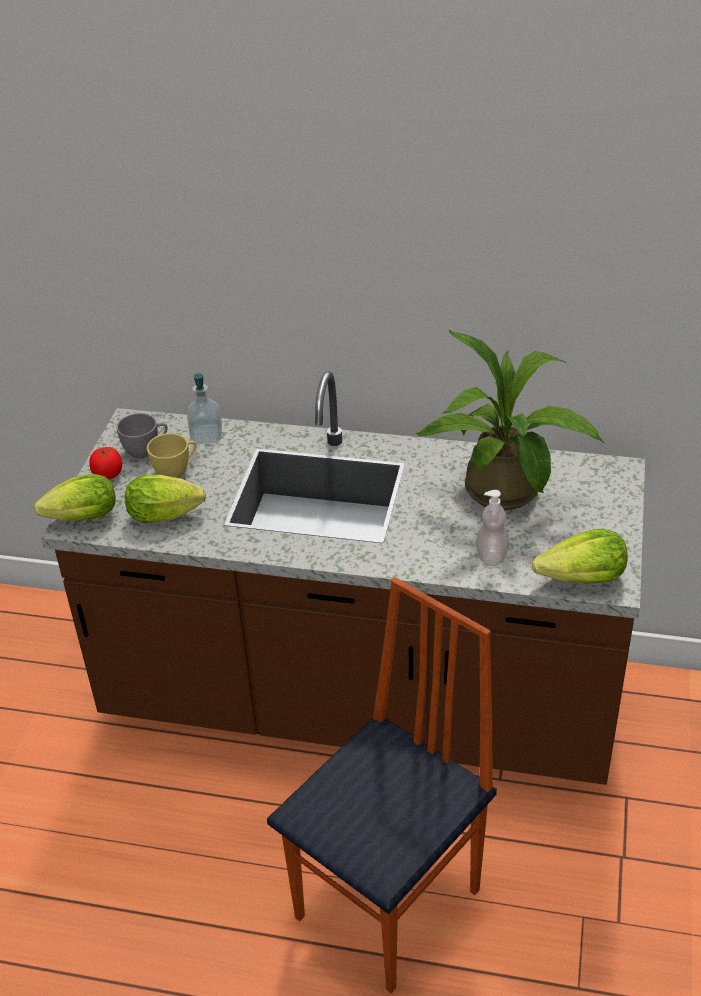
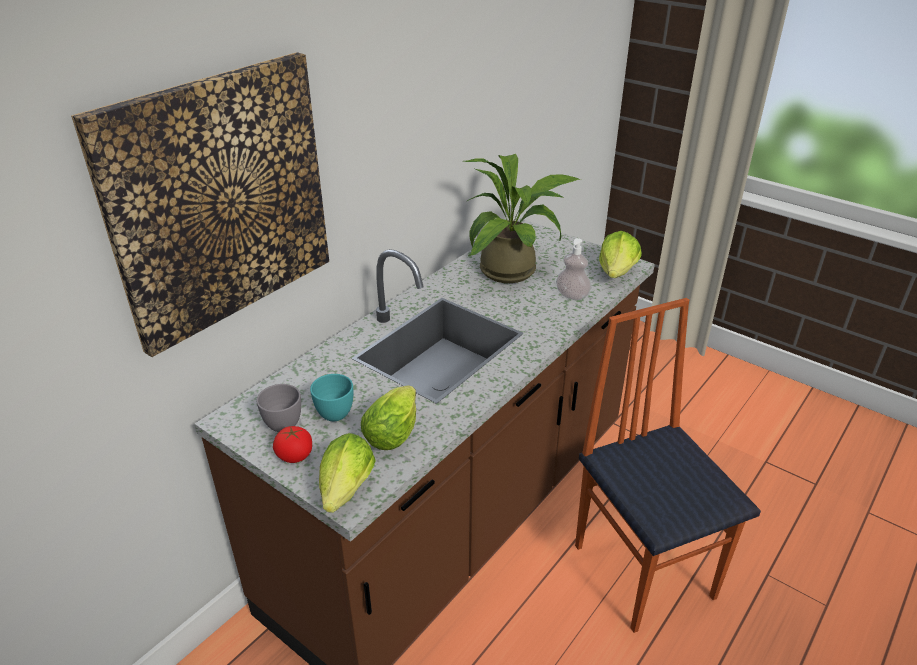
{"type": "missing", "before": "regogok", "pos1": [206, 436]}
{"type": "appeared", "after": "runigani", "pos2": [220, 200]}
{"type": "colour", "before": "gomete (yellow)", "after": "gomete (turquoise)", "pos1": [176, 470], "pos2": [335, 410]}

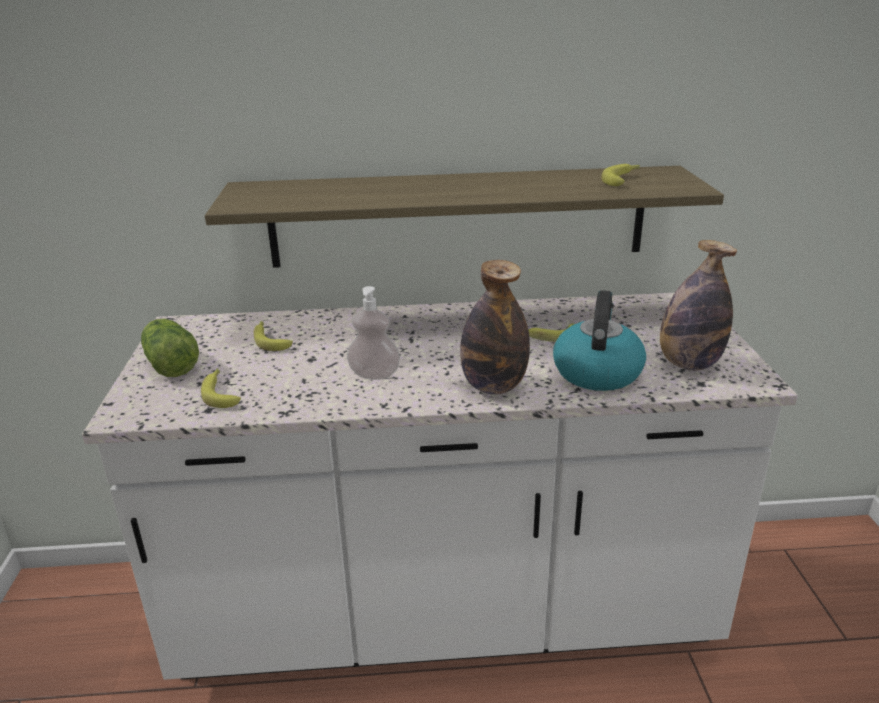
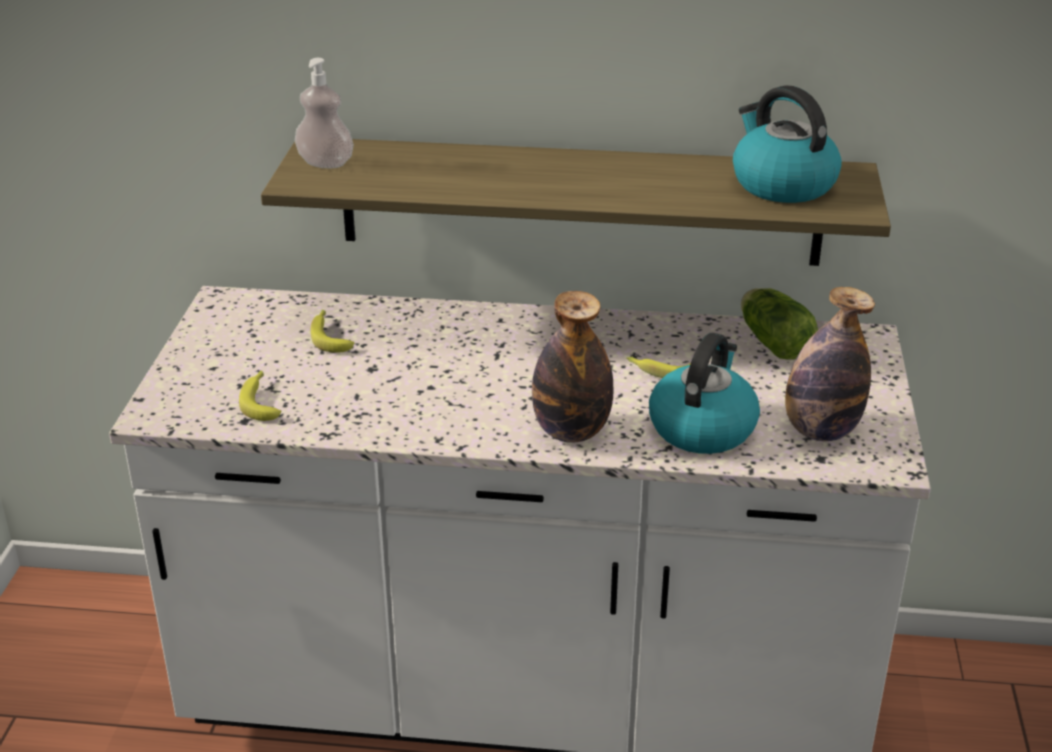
{"type": "relocated", "before": "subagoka", "pos1": [170, 363], "pos2": [772, 341]}
{"type": "relocated", "before": "regogok", "pos1": [374, 374], "pos2": [325, 163]}
{"type": "exchanged", "before": "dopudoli", "after": "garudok", "pos1": [623, 179], "pos2": [781, 184]}

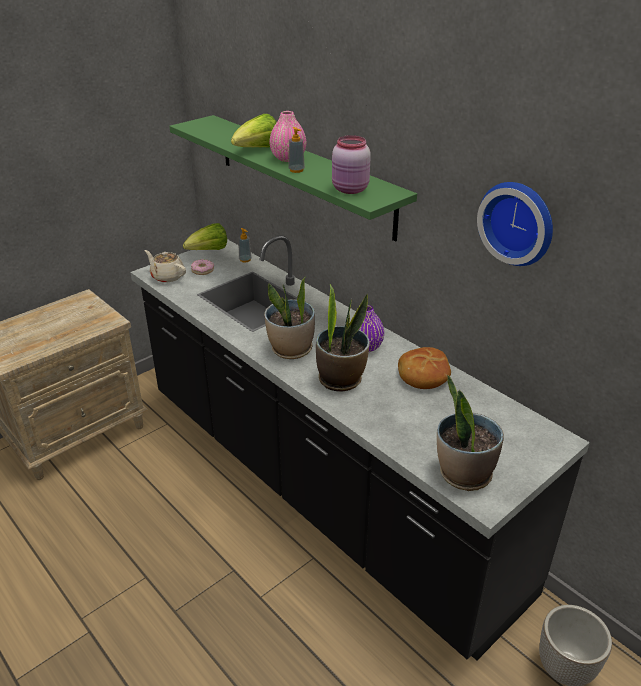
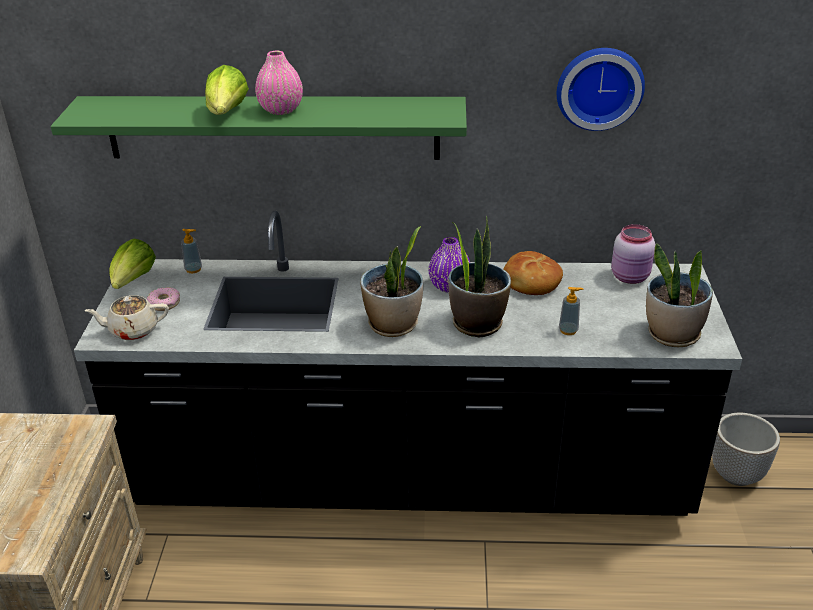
{"type": "relocated", "before": "regogok", "pos1": [296, 170], "pos2": [568, 330]}
{"type": "relocated", "before": "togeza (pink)", "pos1": [350, 190], "pos2": [631, 277]}

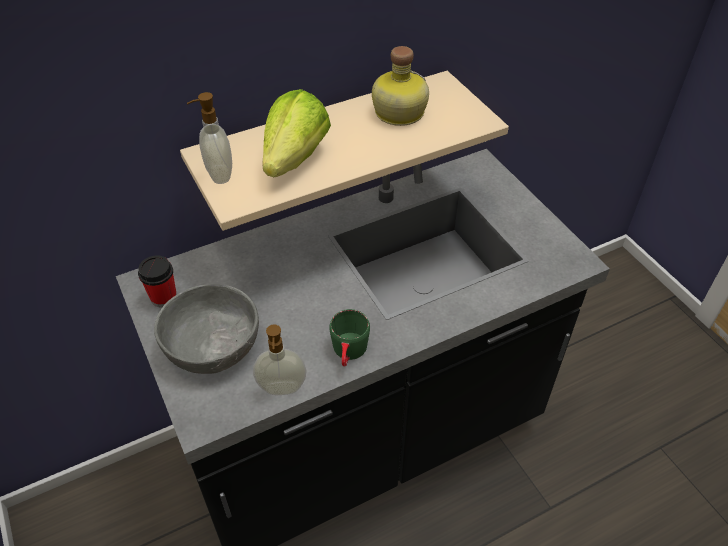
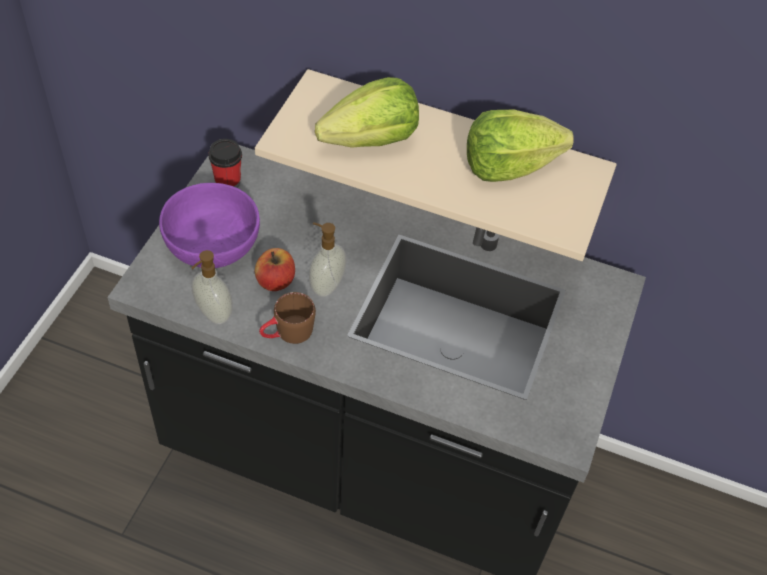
{"type": "appeared", "after": "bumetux", "pos2": [276, 281]}
{"type": "relocated", "before": "regogok", "pos1": [218, 175], "pos2": [326, 285]}
{"type": "exchanged", "before": "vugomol", "after": "subagoka", "pos1": [397, 112], "pos2": [508, 166]}
{"type": "colour", "before": "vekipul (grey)", "after": "vekipul (purple)", "pos1": [212, 345], "pos2": [212, 243]}
{"type": "colour", "before": "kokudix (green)", "after": "kokudix (brown)", "pos1": [349, 353], "pos2": [287, 334]}

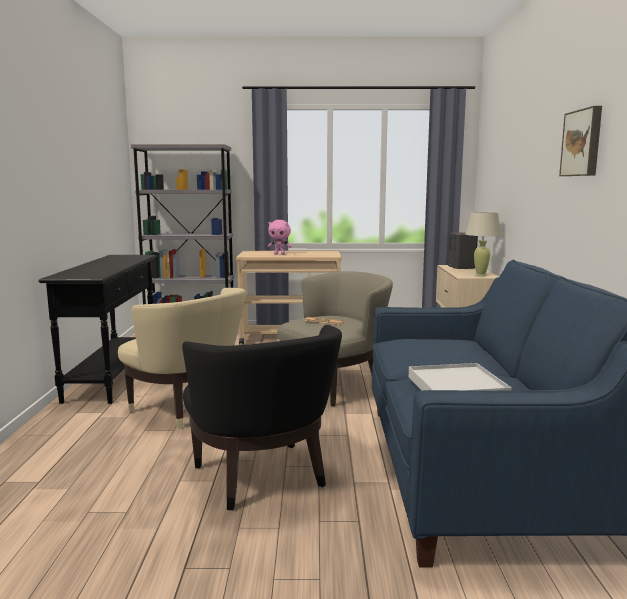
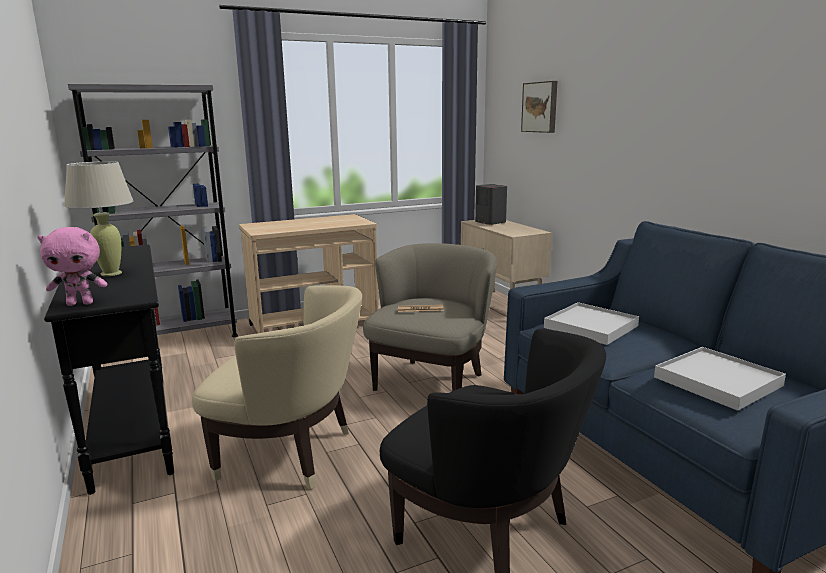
{"type": "appeared", "after": "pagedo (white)", "pos2": [591, 327]}
{"type": "relocated", "before": "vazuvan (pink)", "pos1": [280, 254], "pos2": [81, 303]}
{"type": "relocated", "before": "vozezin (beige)", "pos1": [480, 275], "pos2": [111, 273]}
{"type": "relocated", "before": "runigani", "pos1": [583, 143], "pos2": [540, 107]}

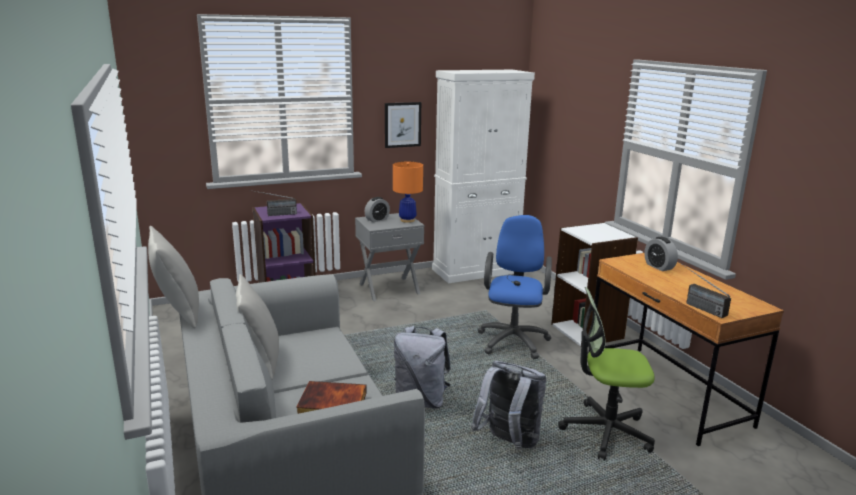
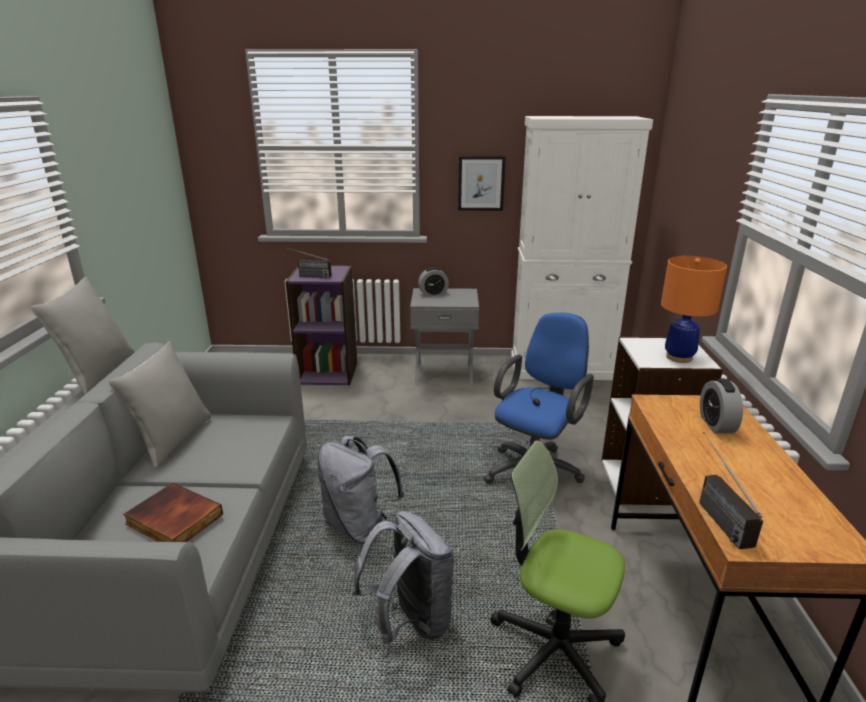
{"type": "relocated", "before": "vozezin (orange)", "pos1": [407, 220], "pos2": [679, 357]}

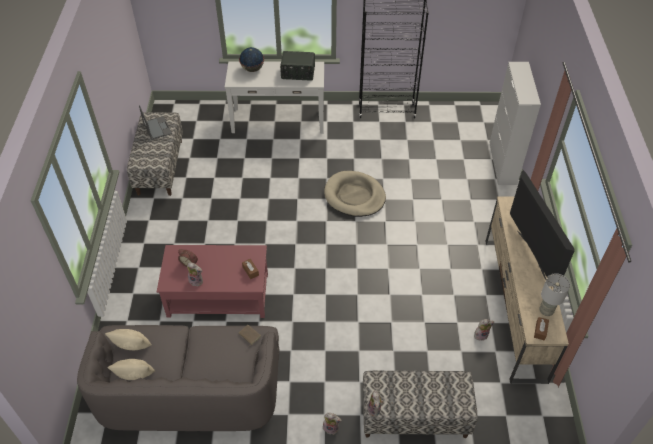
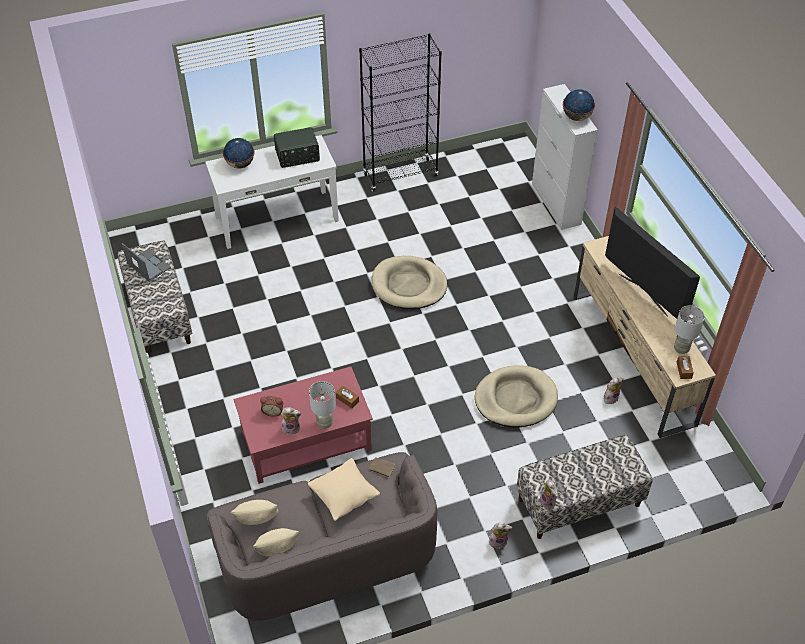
{"type": "appeared", "after": "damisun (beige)", "pos2": [344, 496]}
{"type": "appeared", "after": "vozezin (grey)", "pos2": [325, 423]}
{"type": "appeared", "after": "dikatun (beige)", "pos2": [515, 399]}
{"type": "appeared", "after": "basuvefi", "pos2": [577, 117]}

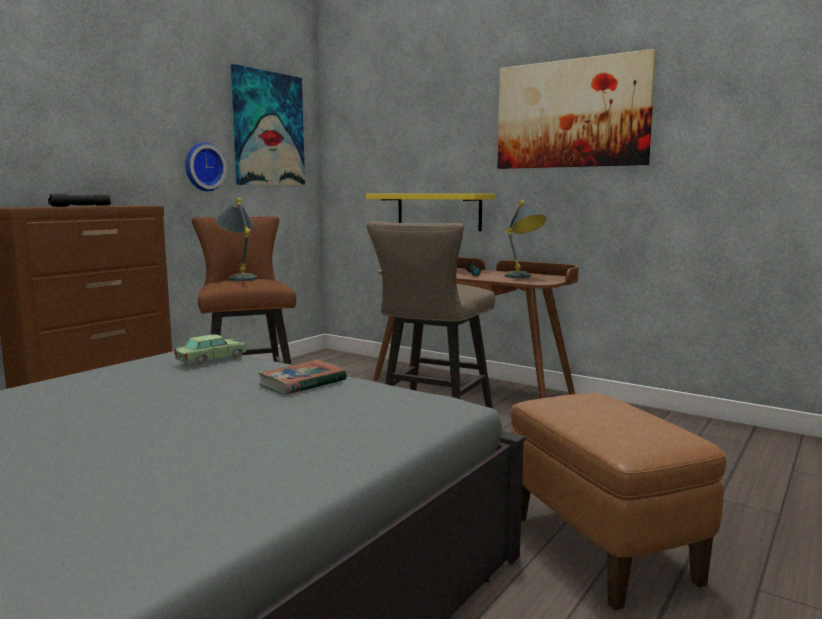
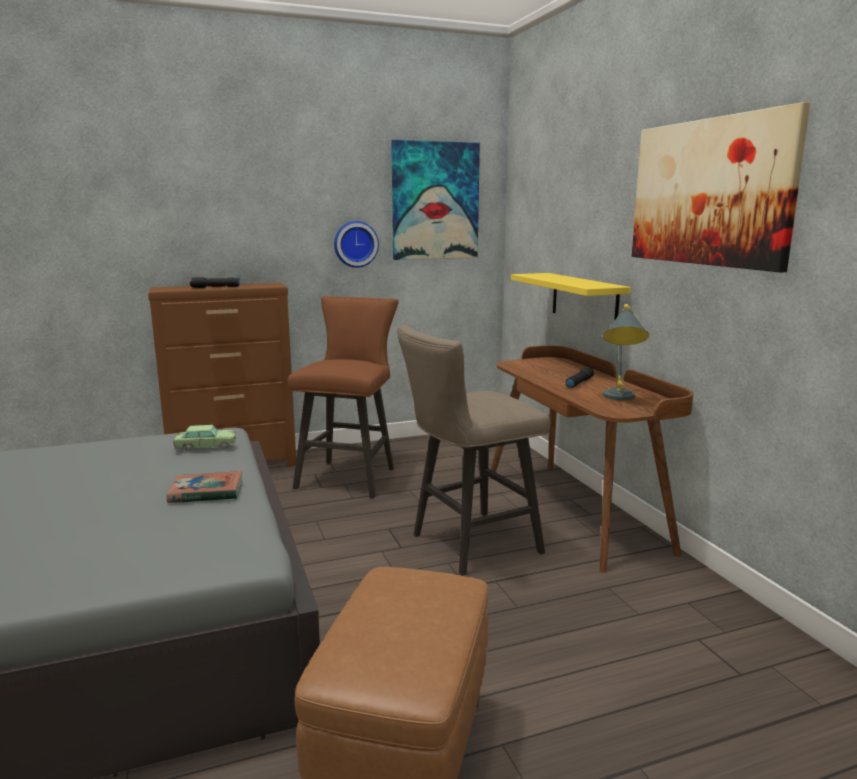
{"type": "missing", "before": "vozezin (grey)", "pos1": [240, 278]}

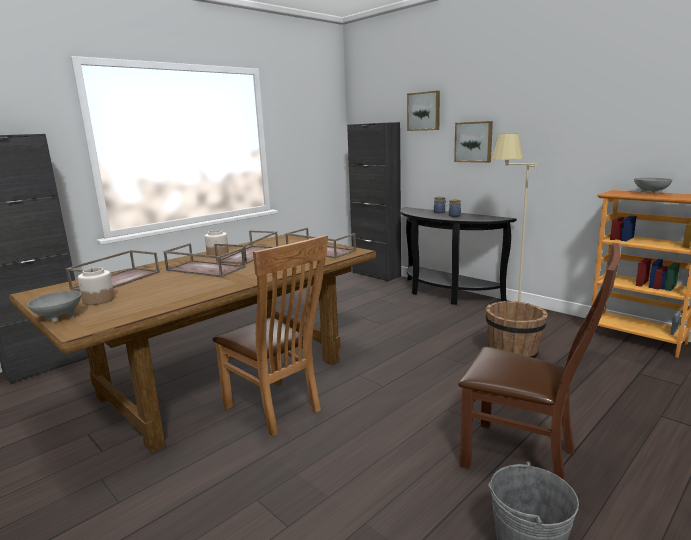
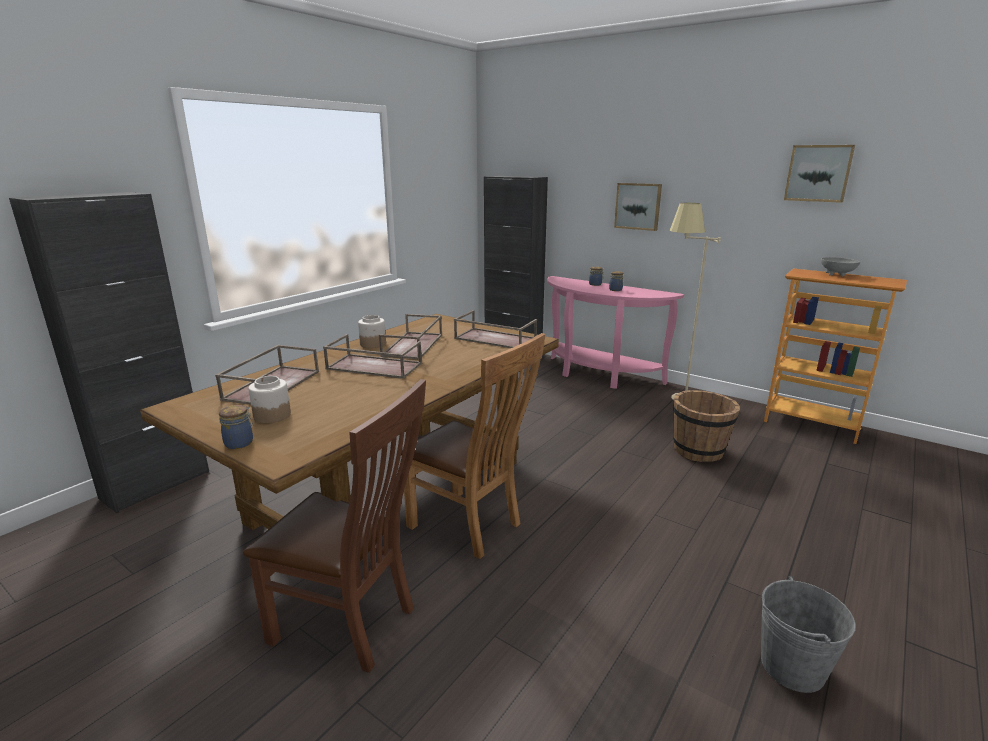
{"type": "relocated", "before": "runigani", "pos1": [424, 111], "pos2": [818, 173]}
{"type": "relocated", "before": "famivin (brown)", "pos1": [526, 458], "pos2": [351, 625]}
{"type": "exchanged", "before": "vekipul (grey)", "after": "togeza", "pos1": [59, 317], "pos2": [240, 443]}
{"type": "colour", "before": "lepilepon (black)", "after": "lepilepon (pink)", "pos1": [444, 293], "pos2": [598, 375]}

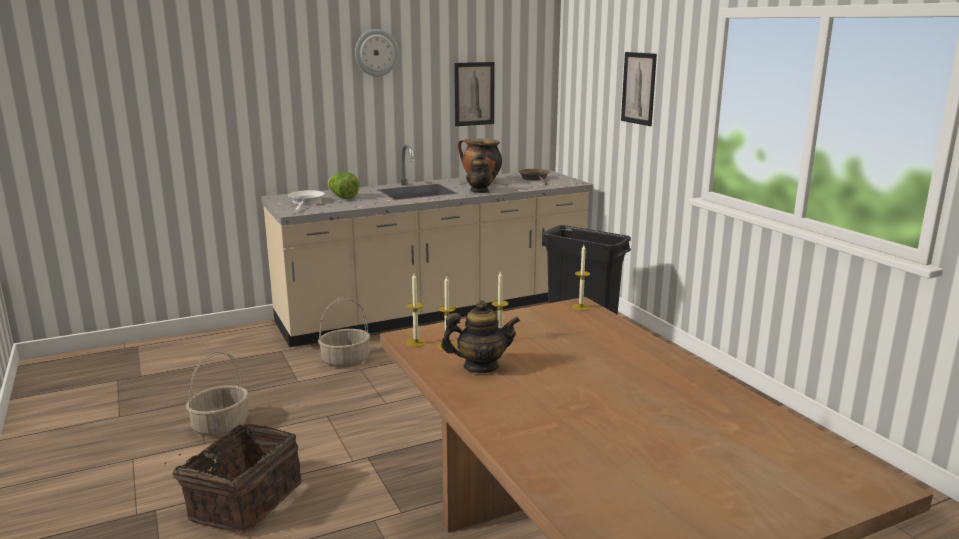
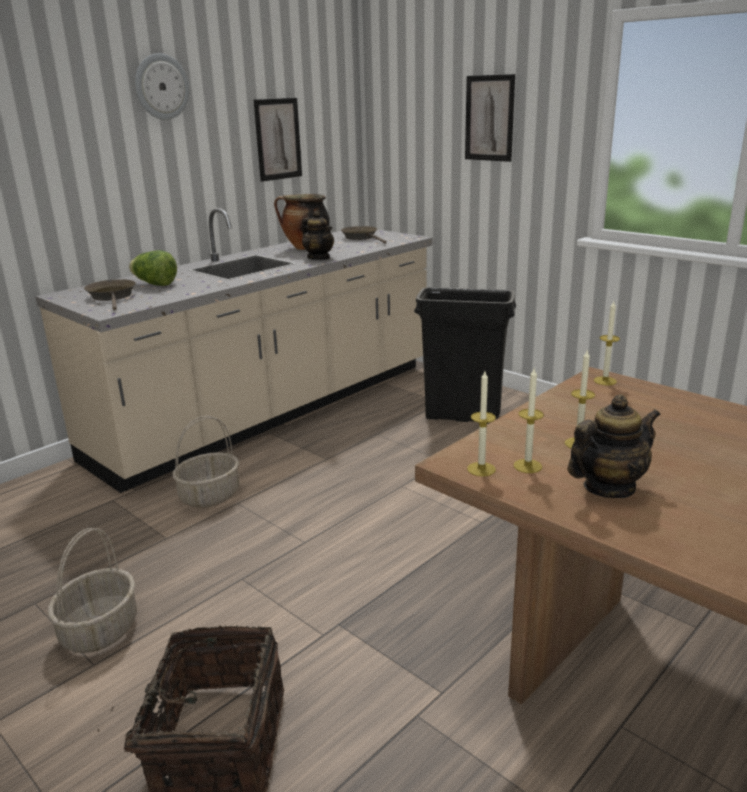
{"type": "colour", "before": "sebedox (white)", "after": "sebedox (brown)", "pos1": [306, 202], "pos2": [112, 297]}

